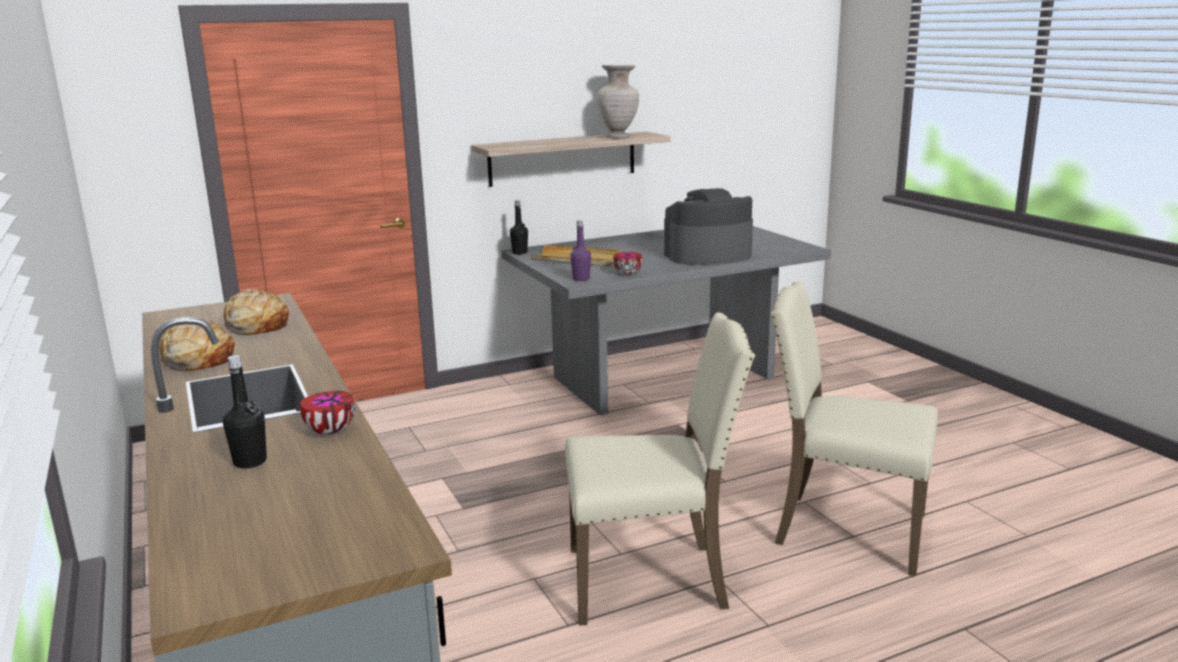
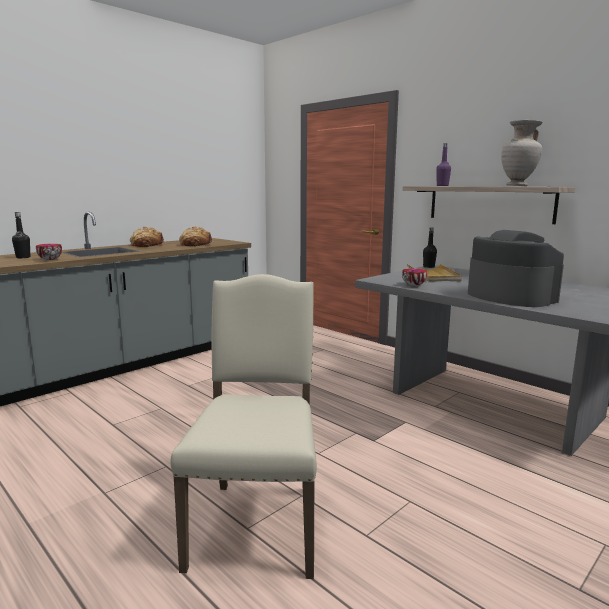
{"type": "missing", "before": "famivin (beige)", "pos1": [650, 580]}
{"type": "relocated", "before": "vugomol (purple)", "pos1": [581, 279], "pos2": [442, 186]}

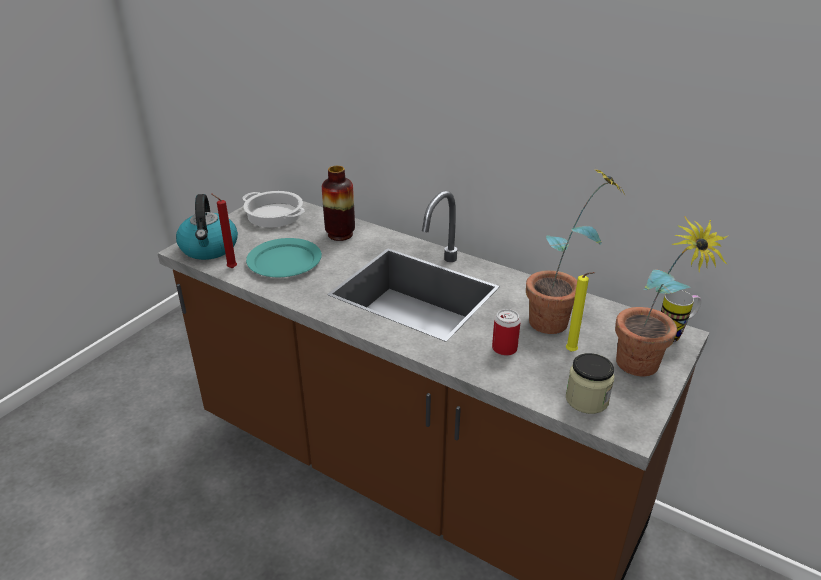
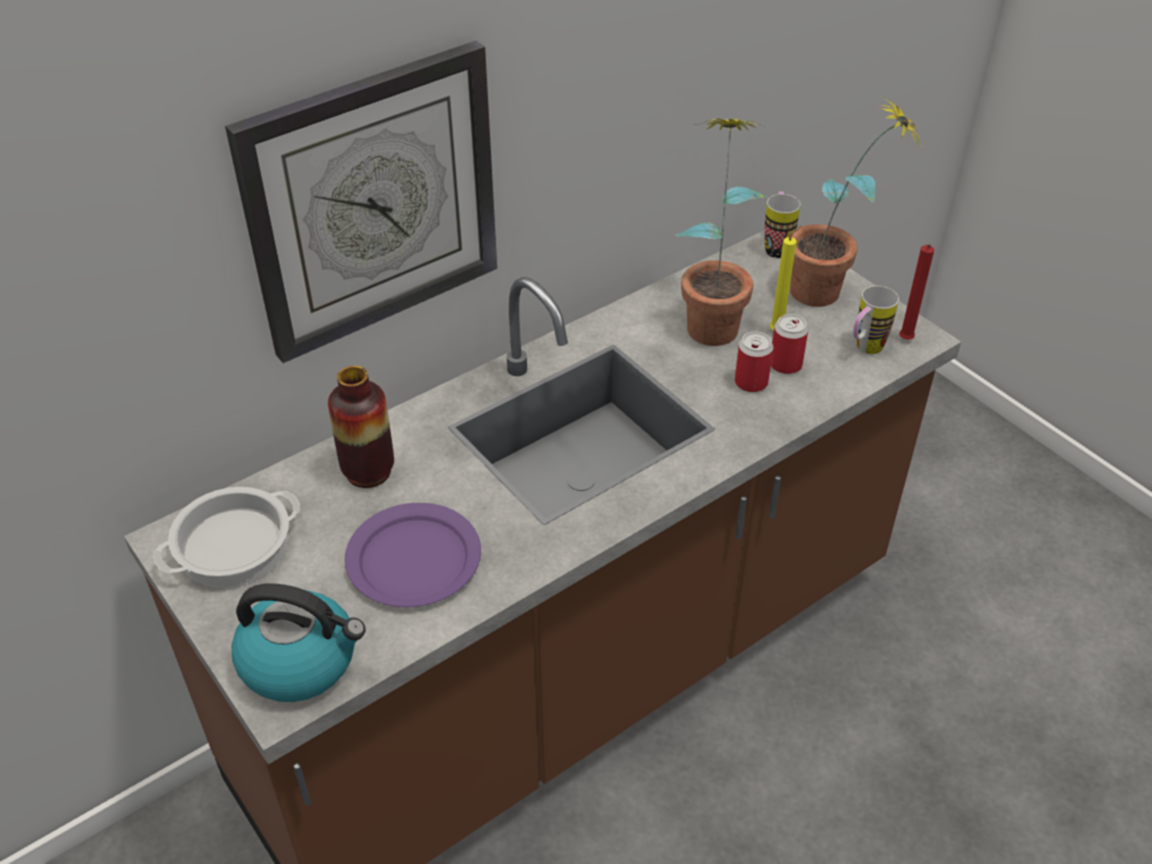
{"type": "appeared", "after": "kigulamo", "pos2": [372, 202]}
{"type": "appeared", "after": "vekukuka", "pos2": [785, 364]}
{"type": "relocated", "before": "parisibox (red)", "pos1": [230, 268], "pos2": [904, 341]}
{"type": "exchanged", "before": "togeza", "after": "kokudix", "pos1": [586, 399], "pos2": [864, 350]}
{"type": "colour", "before": "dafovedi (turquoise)", "after": "dafovedi (purple)", "pos1": [284, 261], "pos2": [412, 559]}

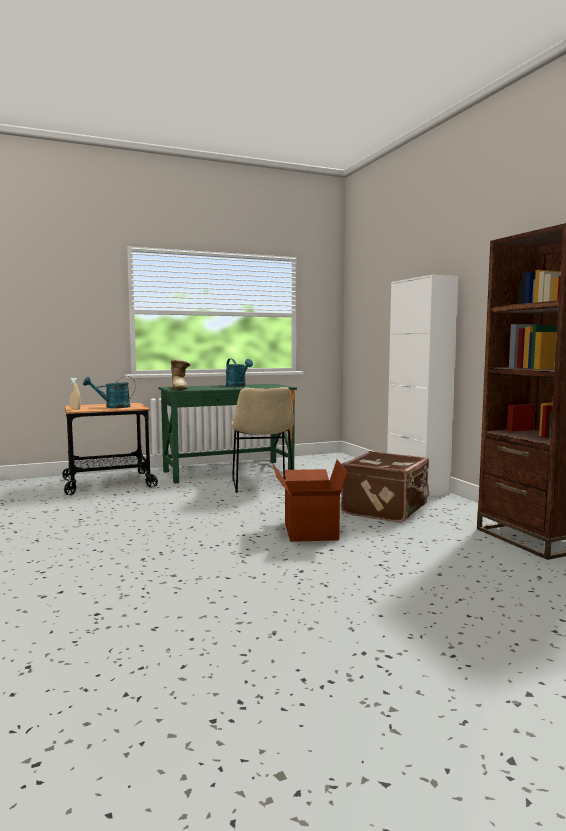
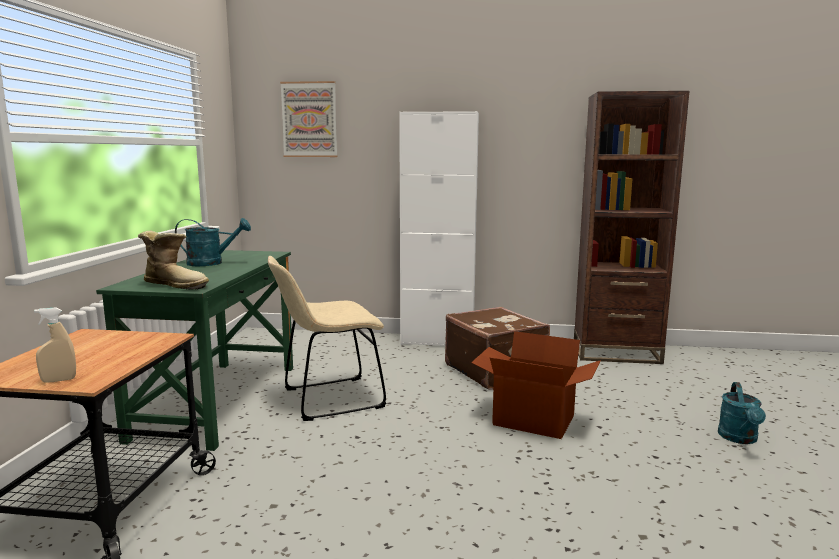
{"type": "appeared", "after": "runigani", "pos2": [309, 119]}
{"type": "relocated", "before": "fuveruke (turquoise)", "pos1": [113, 407], "pos2": [739, 439]}
{"type": "spun", "before": "famivin (beige)", "pos1": [262, 486], "pos2": [327, 399], "turn": 135}

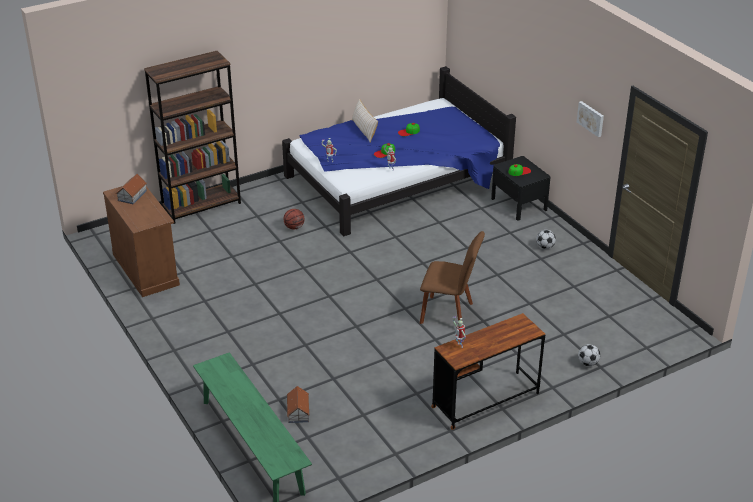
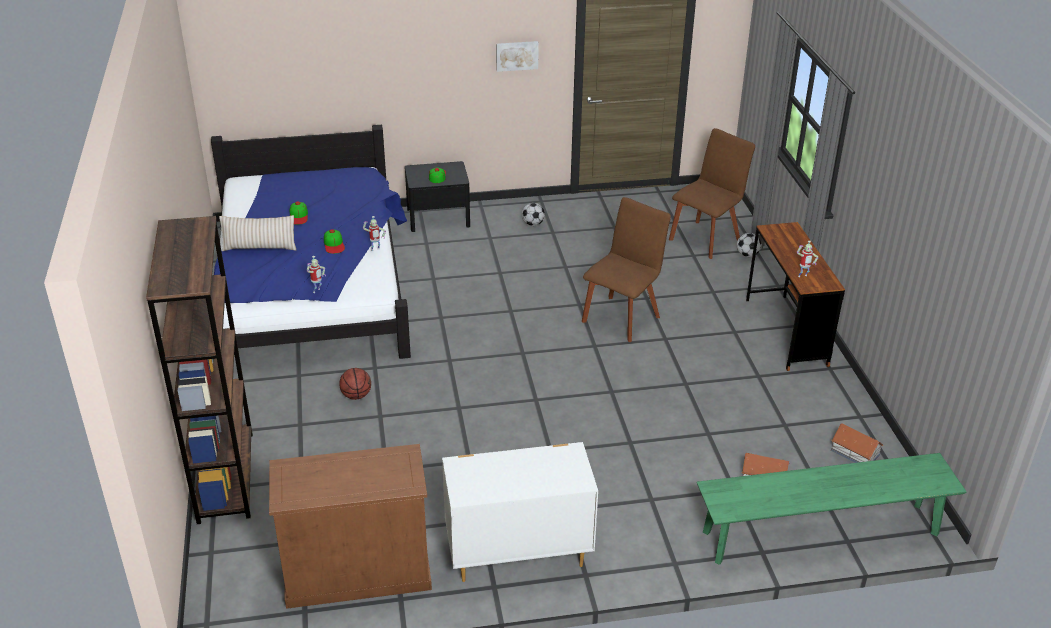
{"type": "appeared", "after": "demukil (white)", "pos2": [517, 554]}
{"type": "appeared", "after": "famivin (brown)", "pos2": [706, 238]}
{"type": "relocated", "before": "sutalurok", "pos1": [132, 195], "pos2": [855, 453]}

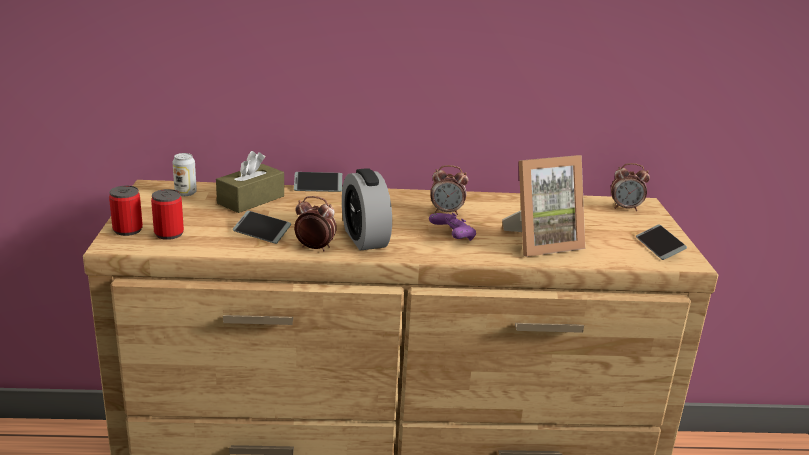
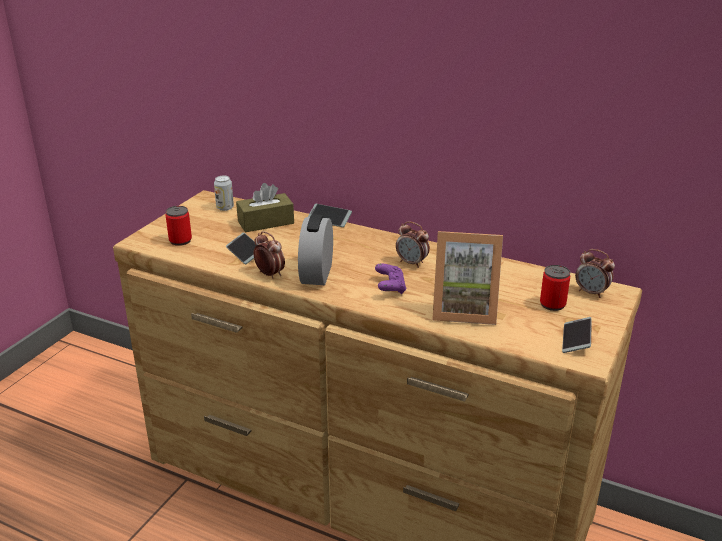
{"type": "relocated", "before": "vekukuka", "pos1": [128, 230], "pos2": [552, 304]}

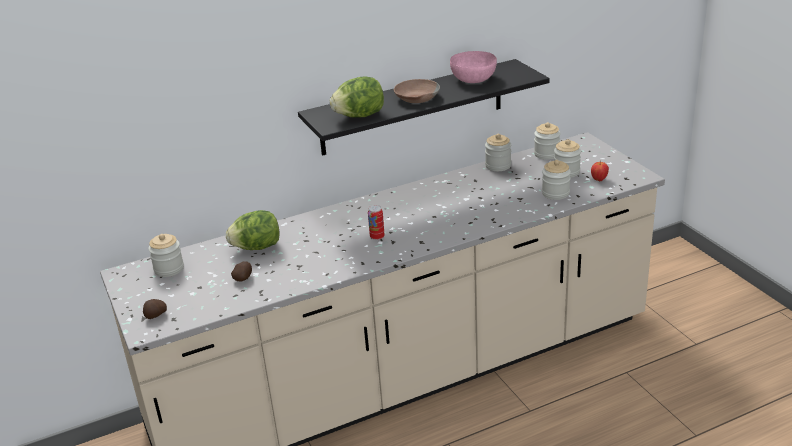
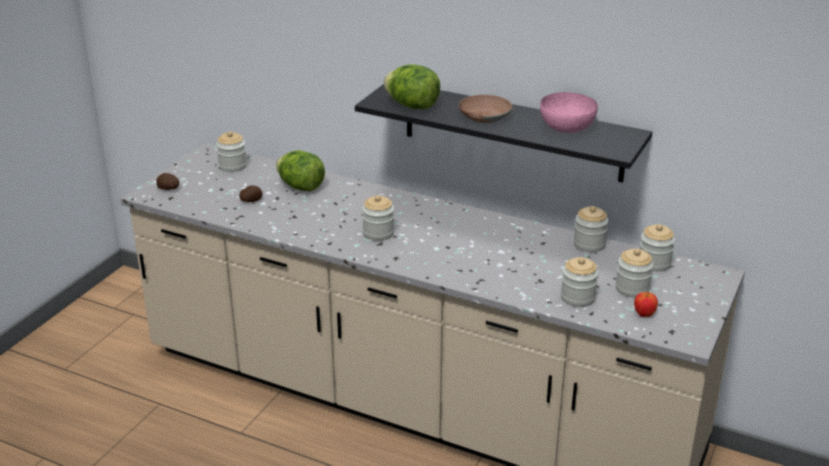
{"type": "exchanged", "before": "vekukuka", "after": "togeza", "pos1": [377, 237], "pos2": [378, 233]}

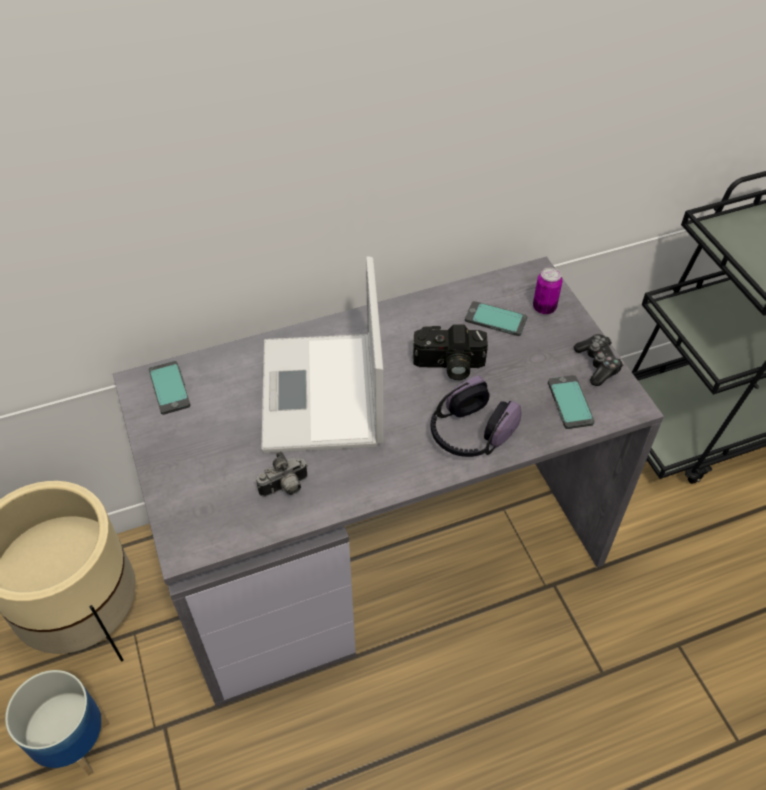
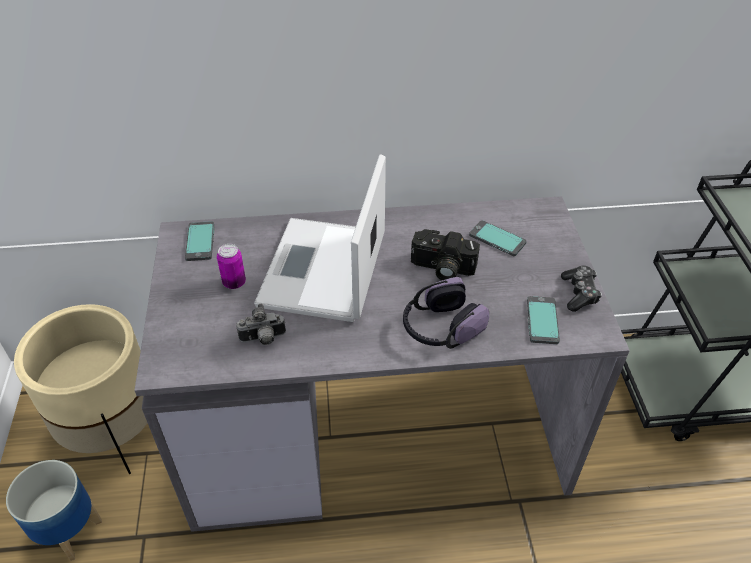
{"type": "relocated", "before": "vekukuka", "pos1": [544, 308], "pos2": [234, 282]}

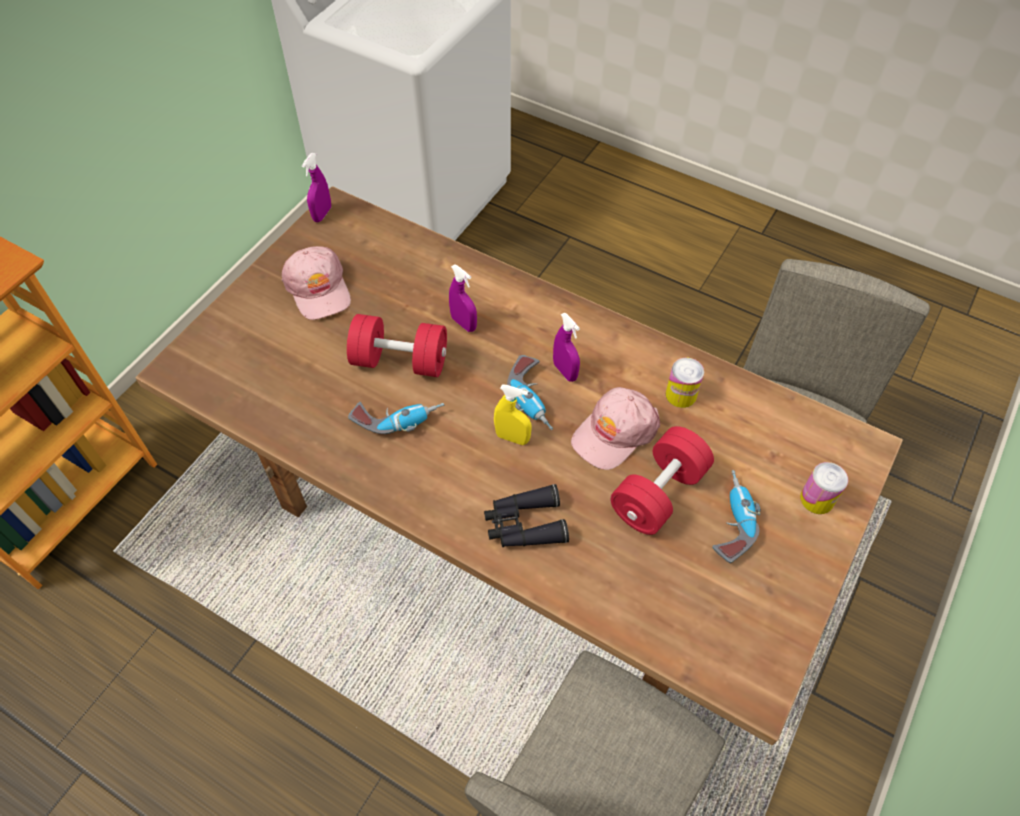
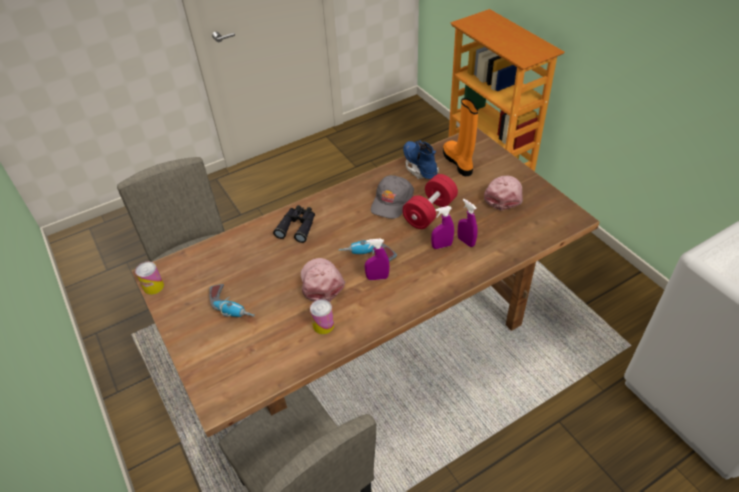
{"type": "missing", "before": "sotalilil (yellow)", "pos1": [512, 438]}
{"type": "missing", "before": "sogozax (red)", "pos1": [658, 493]}
{"type": "appeared", "after": "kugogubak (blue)", "pos2": [420, 167]}
{"type": "appeared", "after": "kugogubak (orange)", "pos2": [459, 162]}
{"type": "relocated", "before": "sotalilil (purple)", "pos1": [322, 214], "pos2": [466, 242]}
{"type": "relocated", "before": "vekukuka", "pos1": [817, 499], "pos2": [153, 286]}
{"type": "exchanged", "before": "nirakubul", "after": "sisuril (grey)", "pos1": [398, 418], "pos2": [391, 201]}
{"type": "spun", "before": "sisuril (pink)", "pos1": [318, 288], "pos2": [504, 194], "turn": 105}

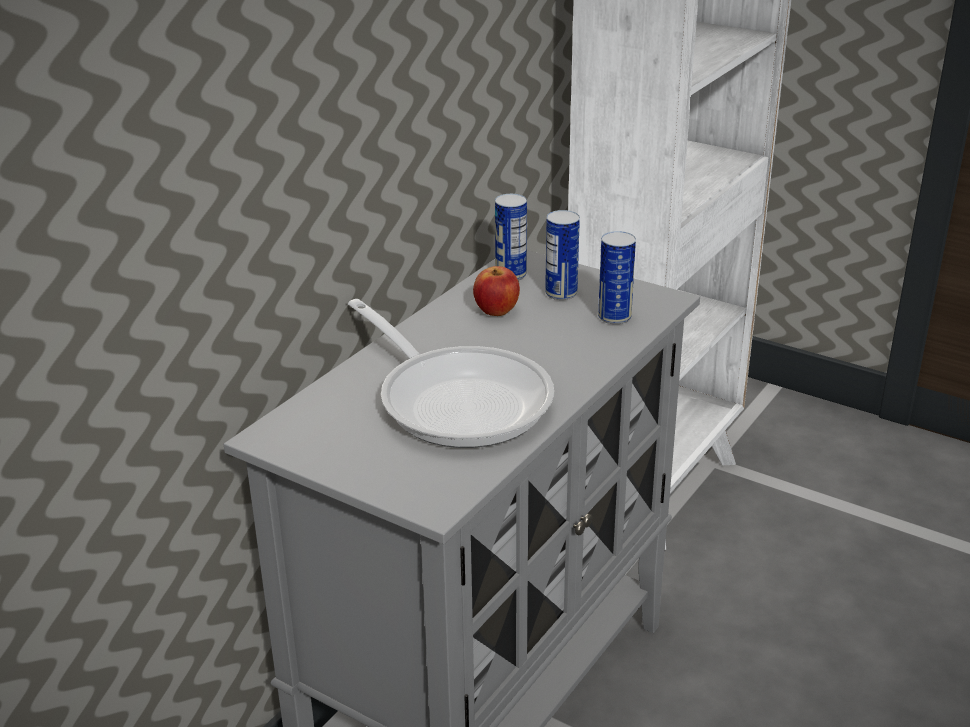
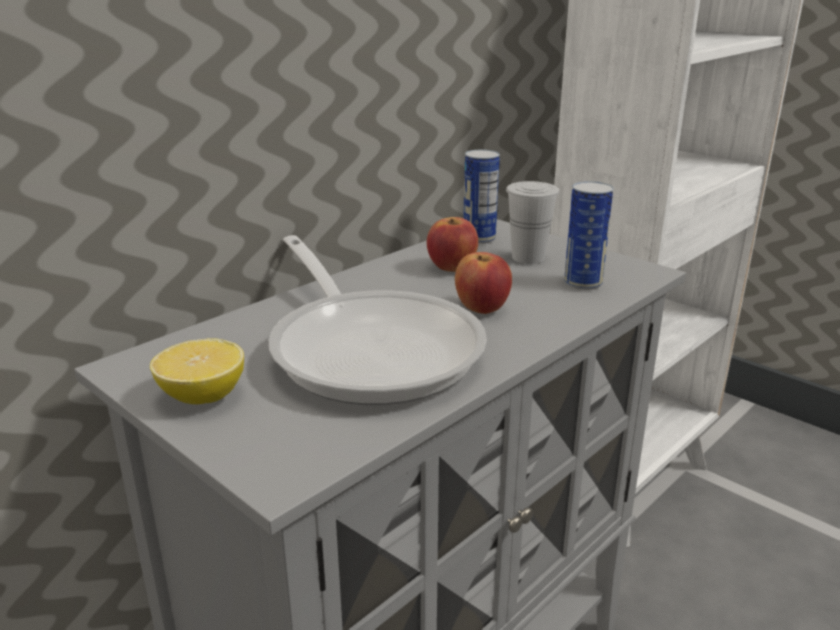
{"type": "appeared", "after": "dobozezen", "pos2": [203, 396]}
{"type": "appeared", "after": "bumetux", "pos2": [482, 308]}
{"type": "exchanged", "before": "vekukuka", "after": "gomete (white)", "pos1": [561, 293], "pos2": [528, 257]}

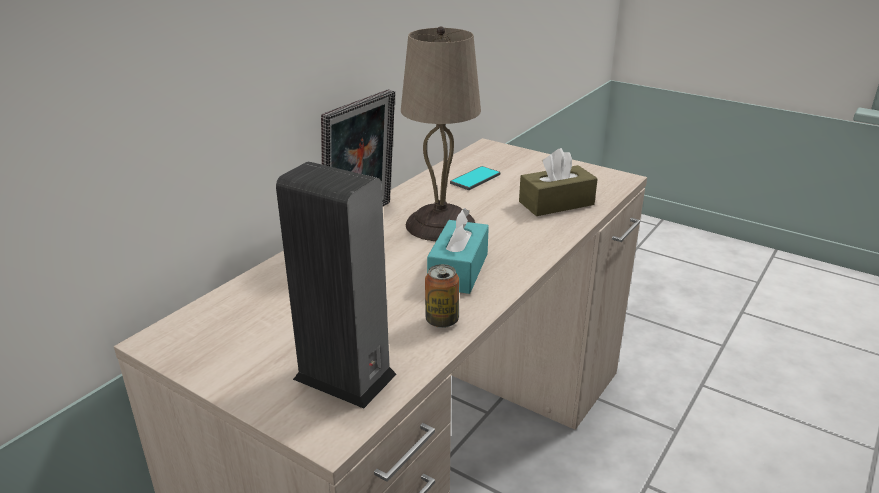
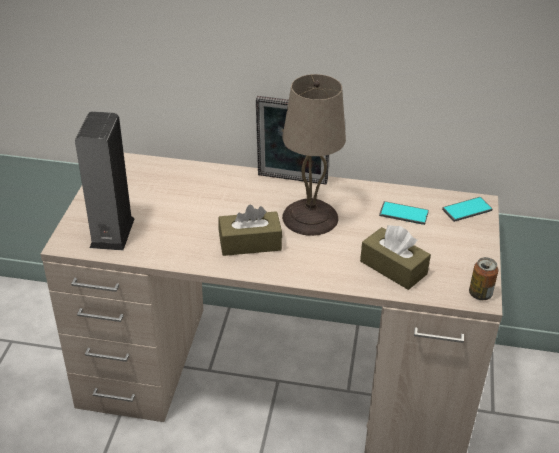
{"type": "appeared", "after": "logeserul", "pos2": [467, 210]}
{"type": "relocated", "before": "vekukuka", "pos1": [442, 320], "pos2": [480, 294]}
{"type": "colour", "before": "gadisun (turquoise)", "after": "gadisun (brown)", "pos1": [458, 270], "pos2": [250, 243]}

